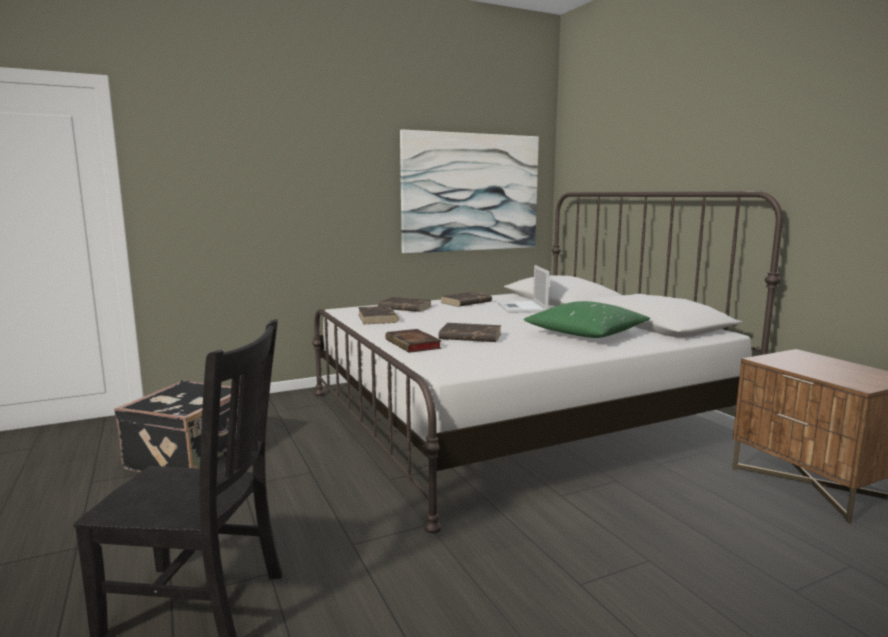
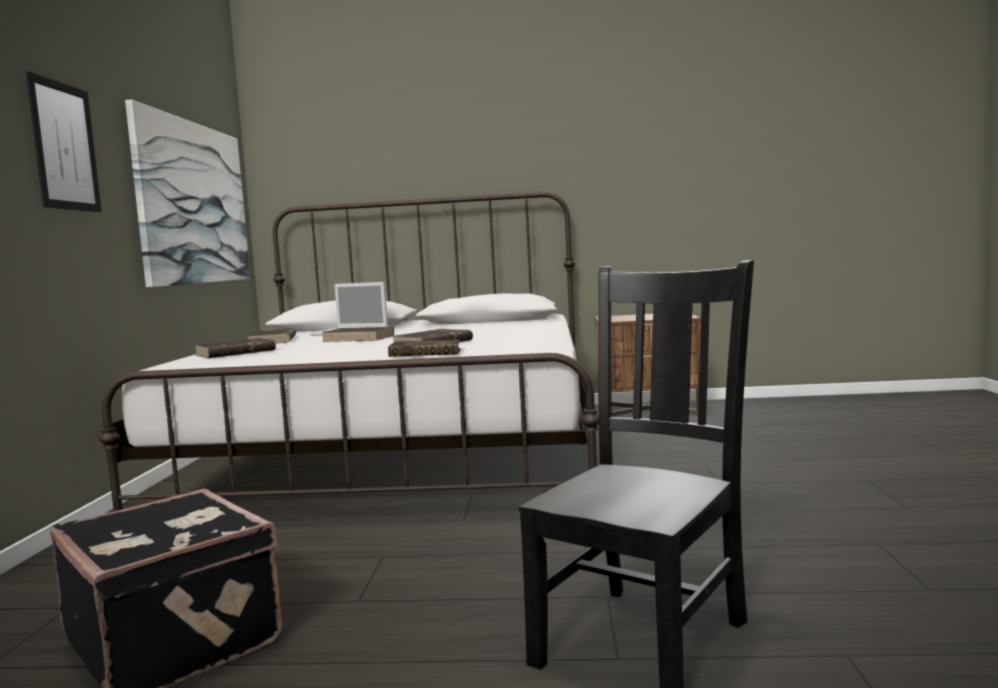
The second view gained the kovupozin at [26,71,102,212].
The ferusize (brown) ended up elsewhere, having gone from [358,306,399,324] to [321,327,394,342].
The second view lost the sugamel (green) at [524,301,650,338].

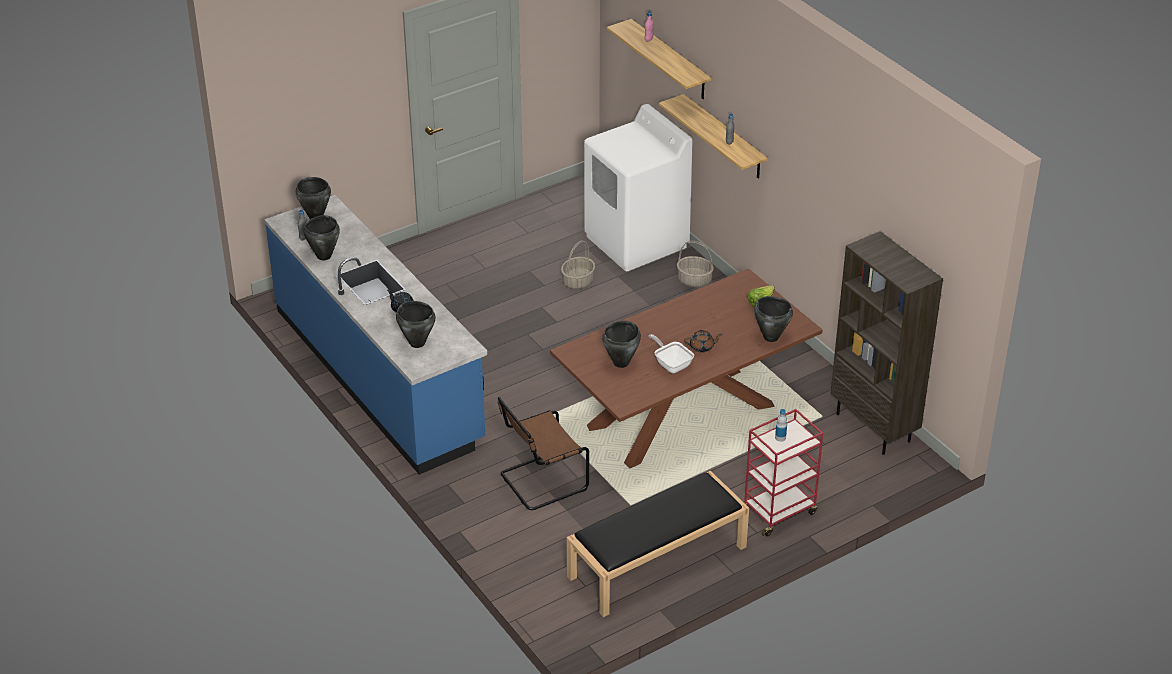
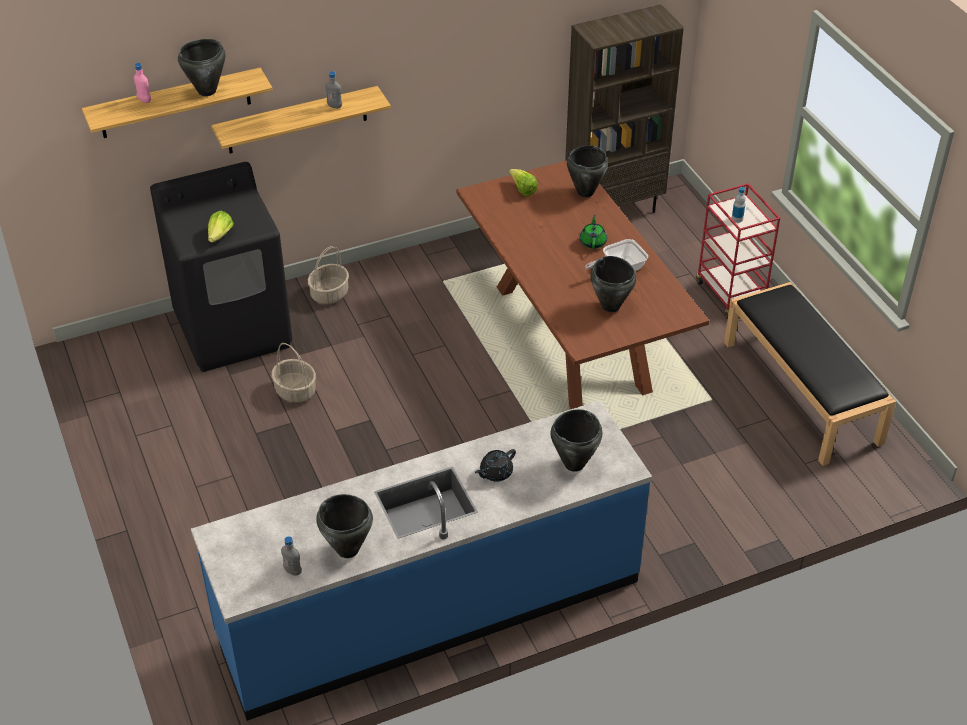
What was the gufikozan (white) at [584,104,693,271] turned into the gufikozan (black) at [150,162,293,372].
The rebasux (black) ended up elsewhere, having gone from [296,177,331,219] to [178,39,225,96].
The second view gained the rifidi at [208,211,234,242].
What was the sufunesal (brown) at [684,330,723,352] turned into the sufunesal (green) at [580,215,607,249].
The second view lost the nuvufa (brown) at [498,397,589,510].

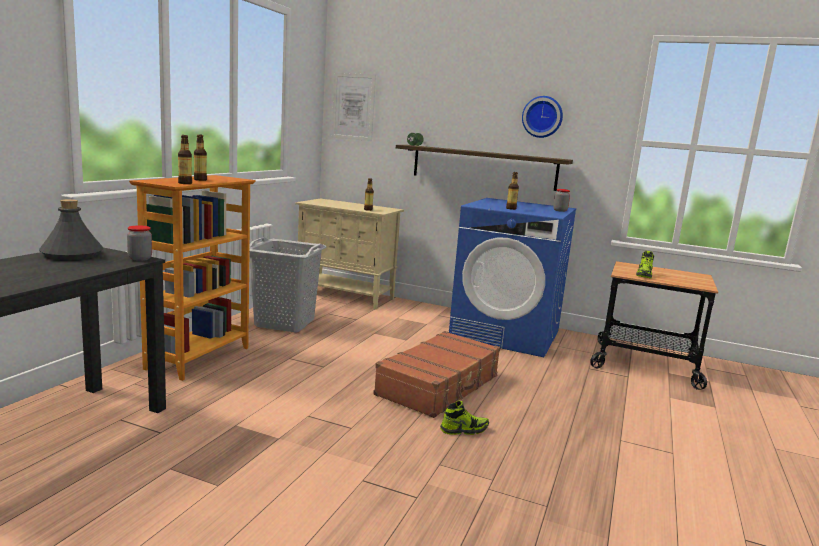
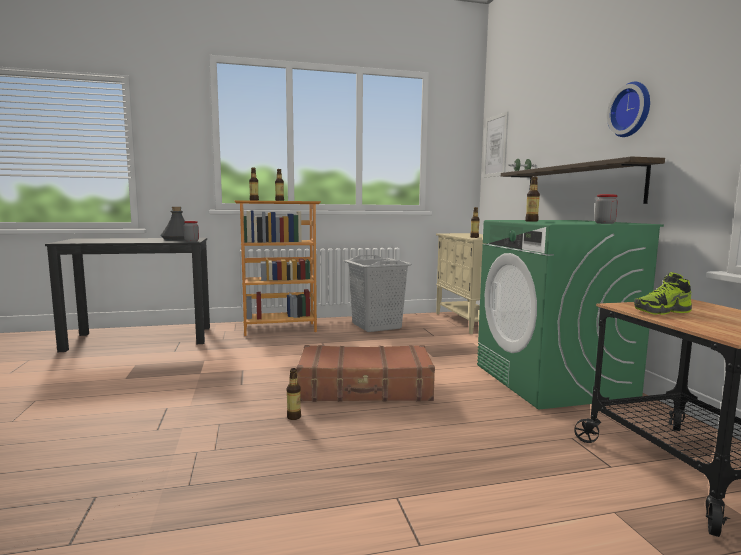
Where the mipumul stood at [440,401,489,435], the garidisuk came to stand at [287,368,301,420].
What was the gufikozan (blue) at [449,198,576,357] turned into the gufikozan (green) at [477,220,664,409].

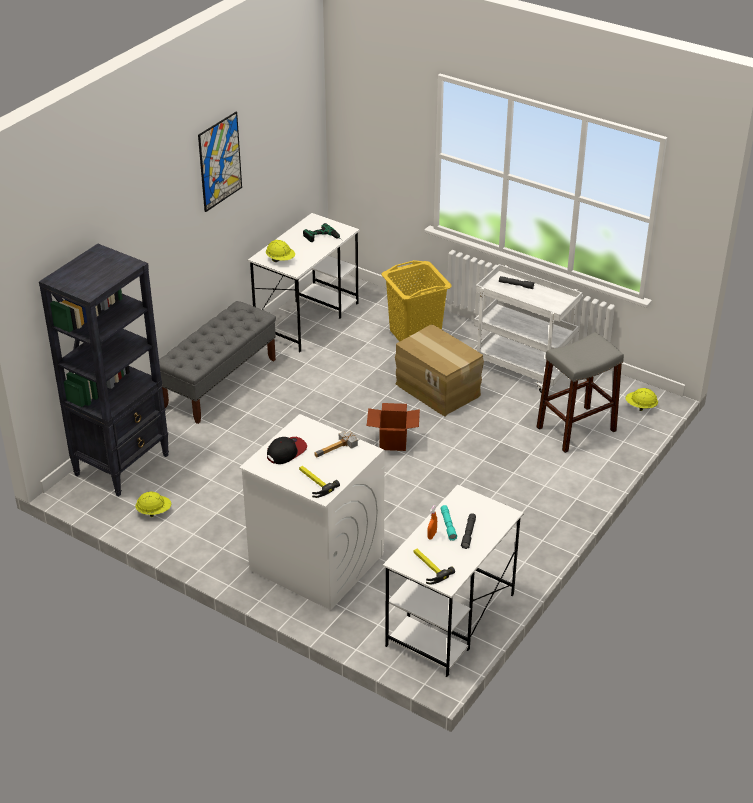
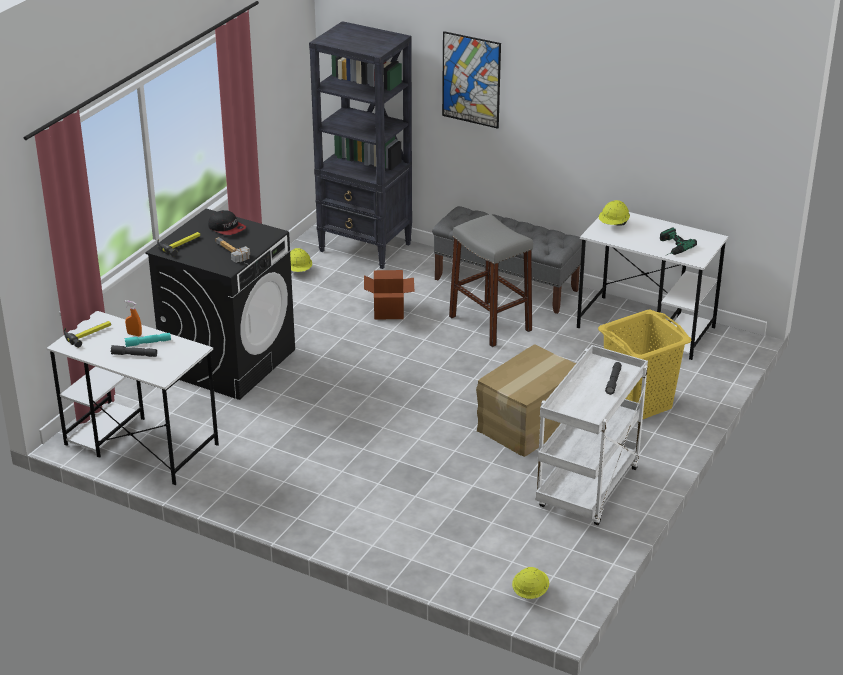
What was the gufikozan (white) at [239,414,385,610] turned into the gufikozan (black) at [145,209,295,400].
The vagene ended up elsewhere, having gone from [367,403,420,451] to [364,270,414,320].
The kovupozin ended up elsewhere, having gone from [198,112,242,212] to [442,31,501,129].
The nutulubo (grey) ended up elsewhere, having gone from [536,332,624,453] to [449,214,533,347].

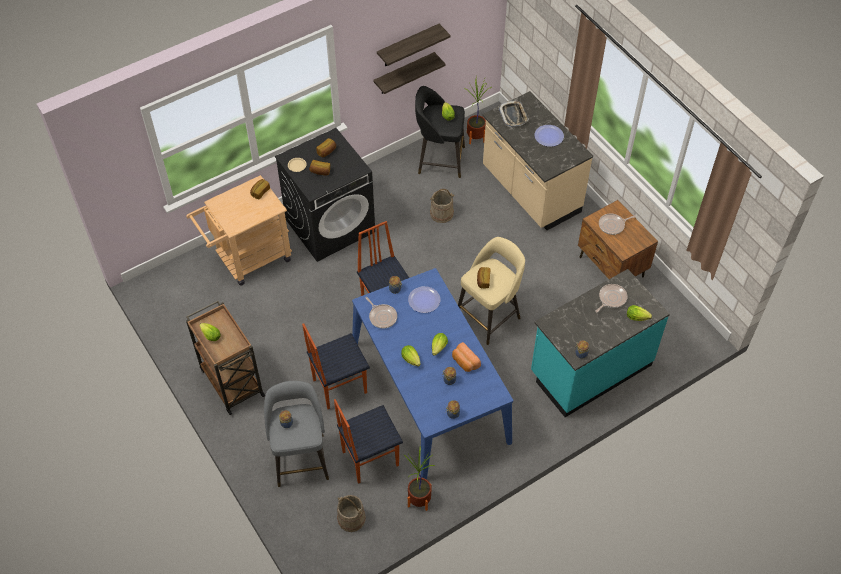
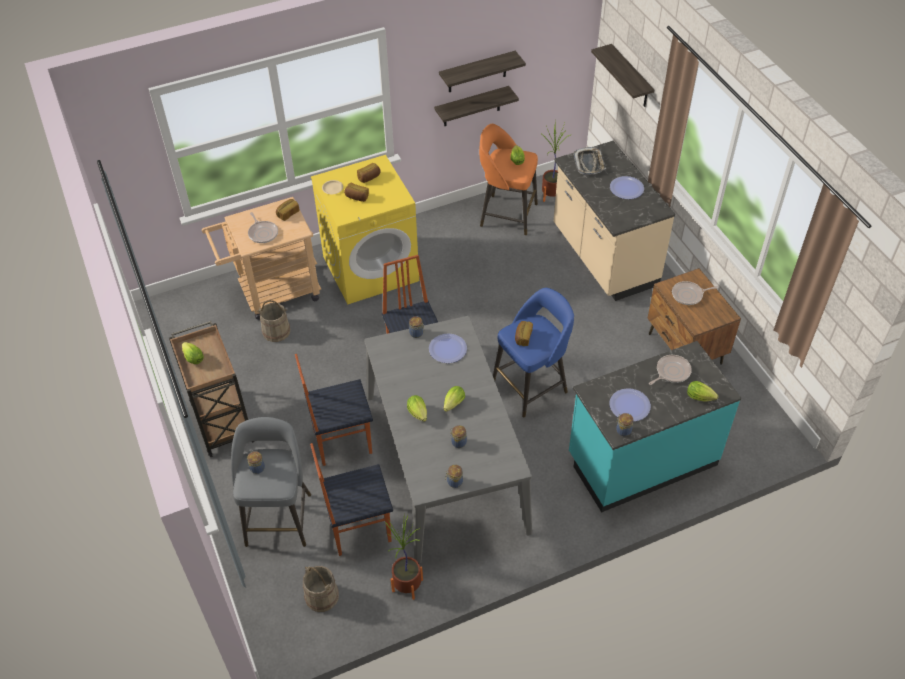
The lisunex ended up elsewhere, having gone from [365,297,397,328] to [248,212,278,243].
The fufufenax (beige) ended up elsewhere, having gone from [430,189,455,223] to [257,300,290,342].
What was the gufikozan (black) at [275,128,375,262] turned into the gufikozan (yellow) at [311,155,419,304].
What was the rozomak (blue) at [352,268,513,480] turned into the rozomak (grey) at [364,316,532,564].
What was the nutulubo (black) at [415,86,465,178] turned into the nutulubo (orange) at [479,124,538,235].
What was the nutulubo (beige) at [458,237,525,345] turned into the nutulubo (blue) at [493,288,574,417].
The second view gained the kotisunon at [591,44,654,107].
The second view gained the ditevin at [610,388,651,422].
The second view lost the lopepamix at [452,342,481,372].

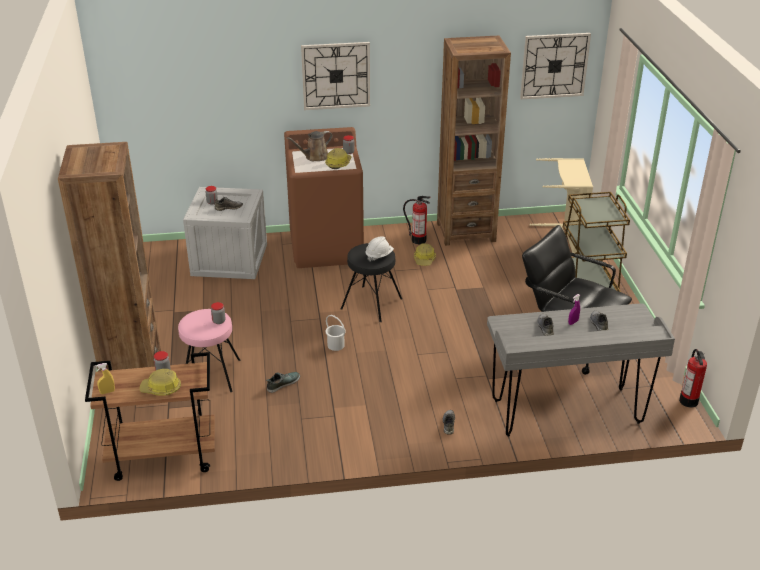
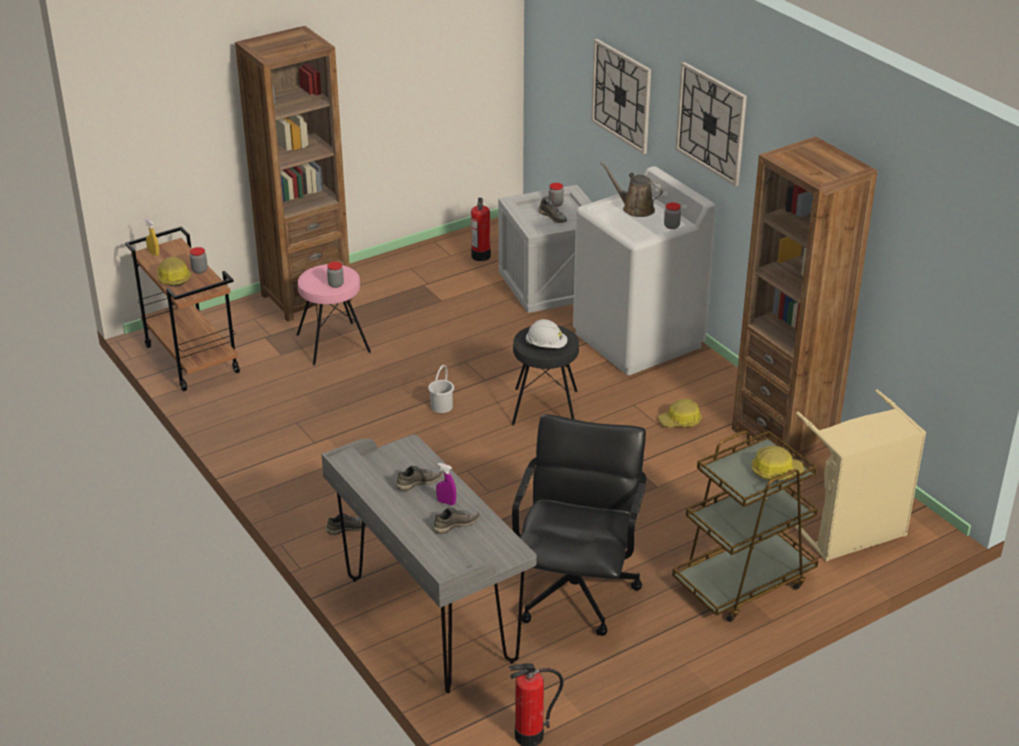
The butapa ended up elsewhere, having gone from [403,196,431,244] to [471,198,491,261].
What was the gufikozan (brown) at [284,127,364,268] turned into the gufikozan (white) at [573,166,715,375].
The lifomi ended up elsewhere, having gone from [520,33,591,99] to [591,39,651,154].
The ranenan ended up elsewhere, having gone from [325,148,352,169] to [751,446,804,480].
The second view lost the mipumul at [266,372,300,393].

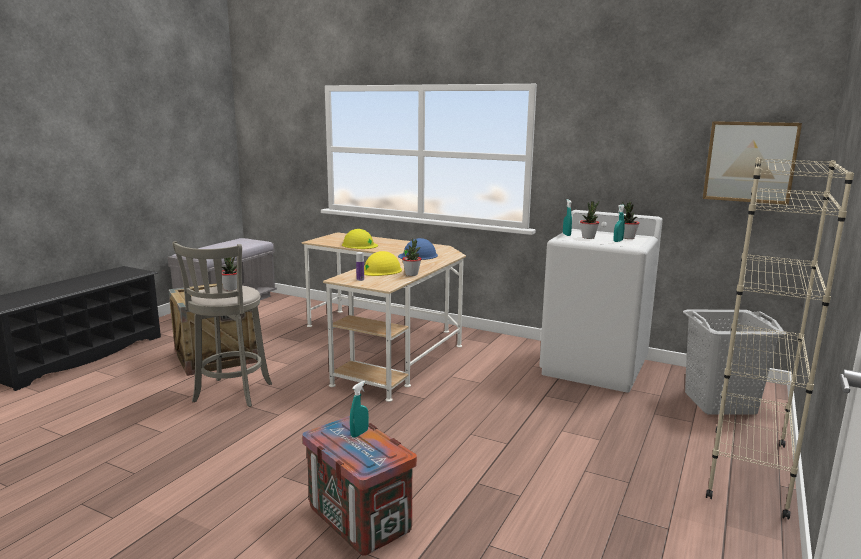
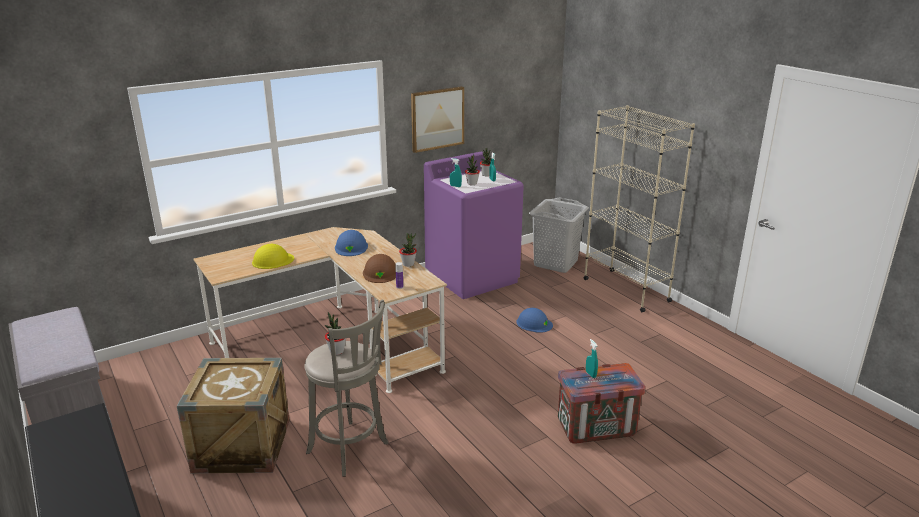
What was the ranenan (yellow) at [364,251,402,276] turned into the ranenan (brown) at [363,254,396,283].
The kovupozin ended up elsewhere, having gone from [703,121,802,205] to [411,86,464,153].
What was the gufikozan (white) at [539,210,663,393] turned into the gufikozan (purple) at [424,151,524,299].
The second view gained the ranenan (blue) at [516,308,553,333].

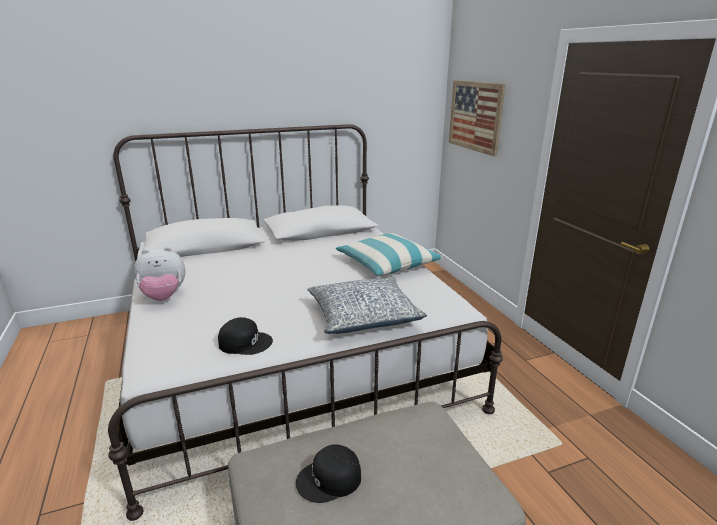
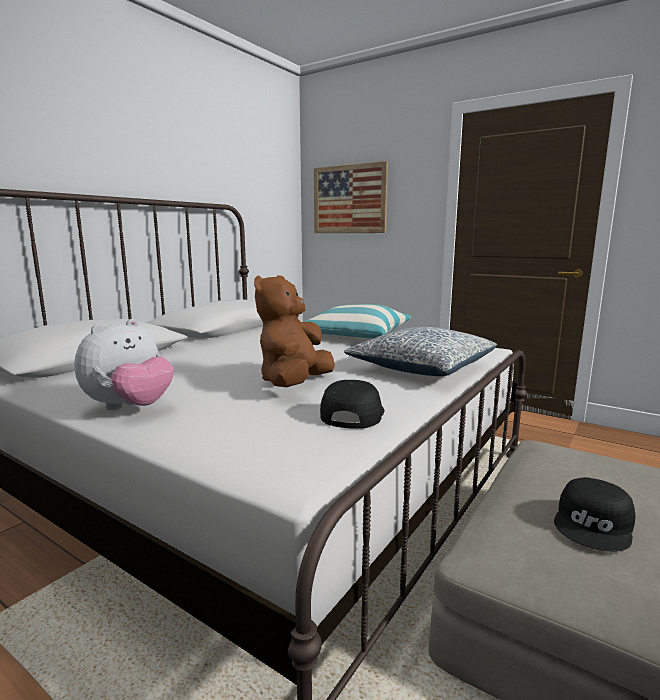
The second view gained the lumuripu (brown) at [254,275,335,387].
The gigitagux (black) at [218,317,273,355] ended up facing another way, 45 degrees counterclockwise from before.

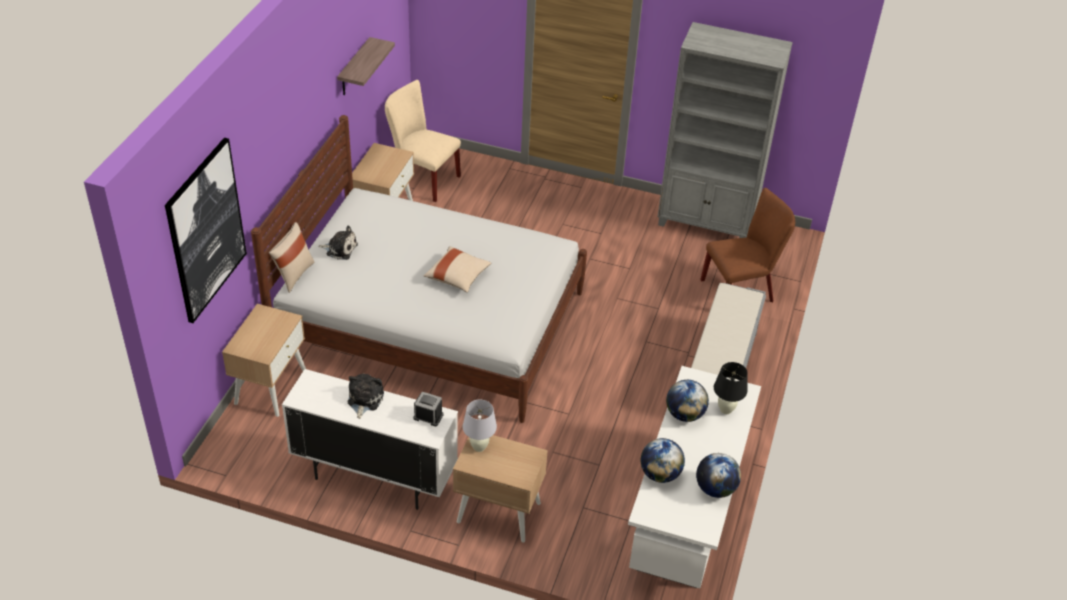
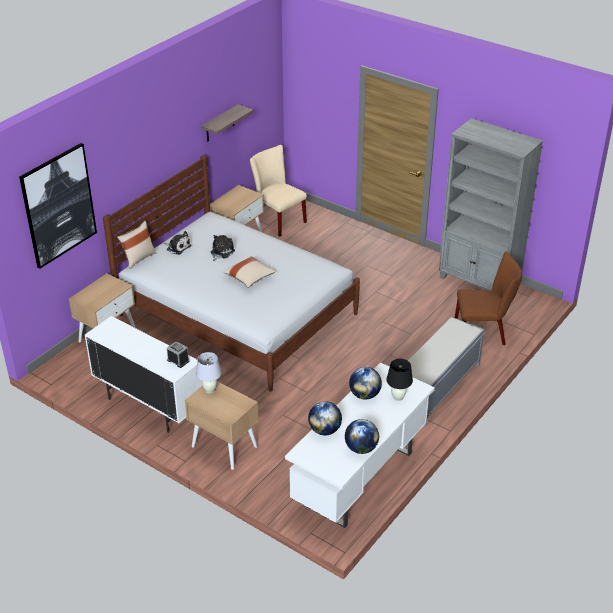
The lumuripu ended up elsewhere, having gone from [348,374,384,419] to [210,235,235,261].

